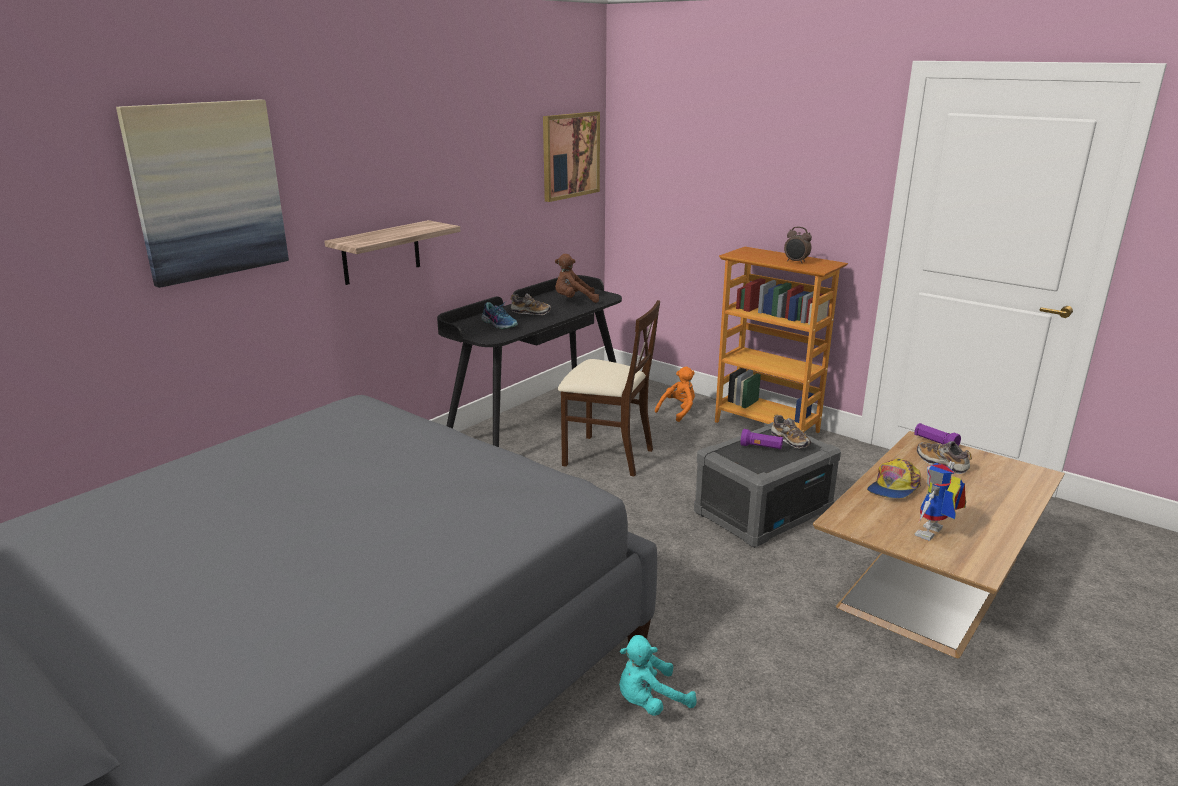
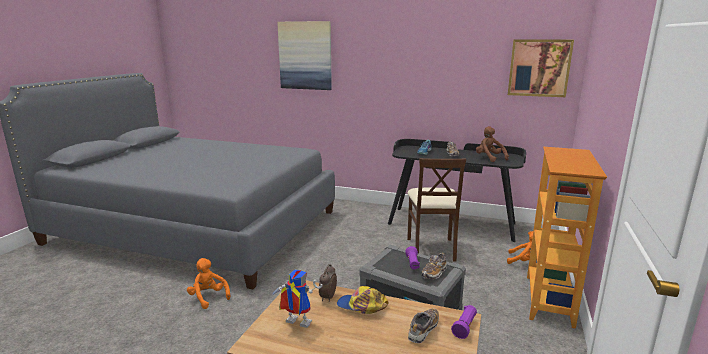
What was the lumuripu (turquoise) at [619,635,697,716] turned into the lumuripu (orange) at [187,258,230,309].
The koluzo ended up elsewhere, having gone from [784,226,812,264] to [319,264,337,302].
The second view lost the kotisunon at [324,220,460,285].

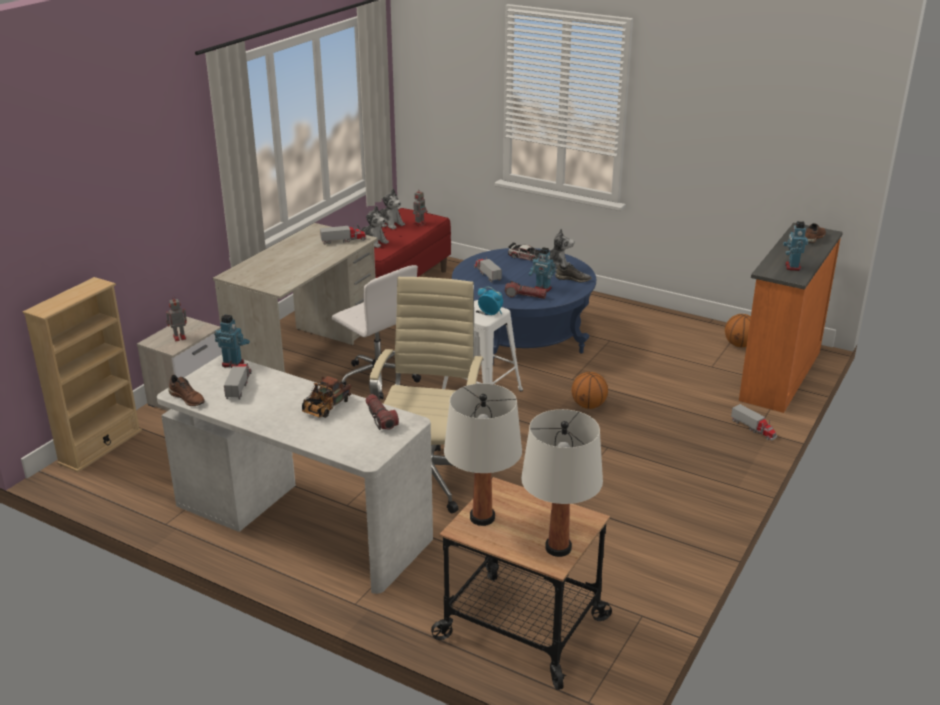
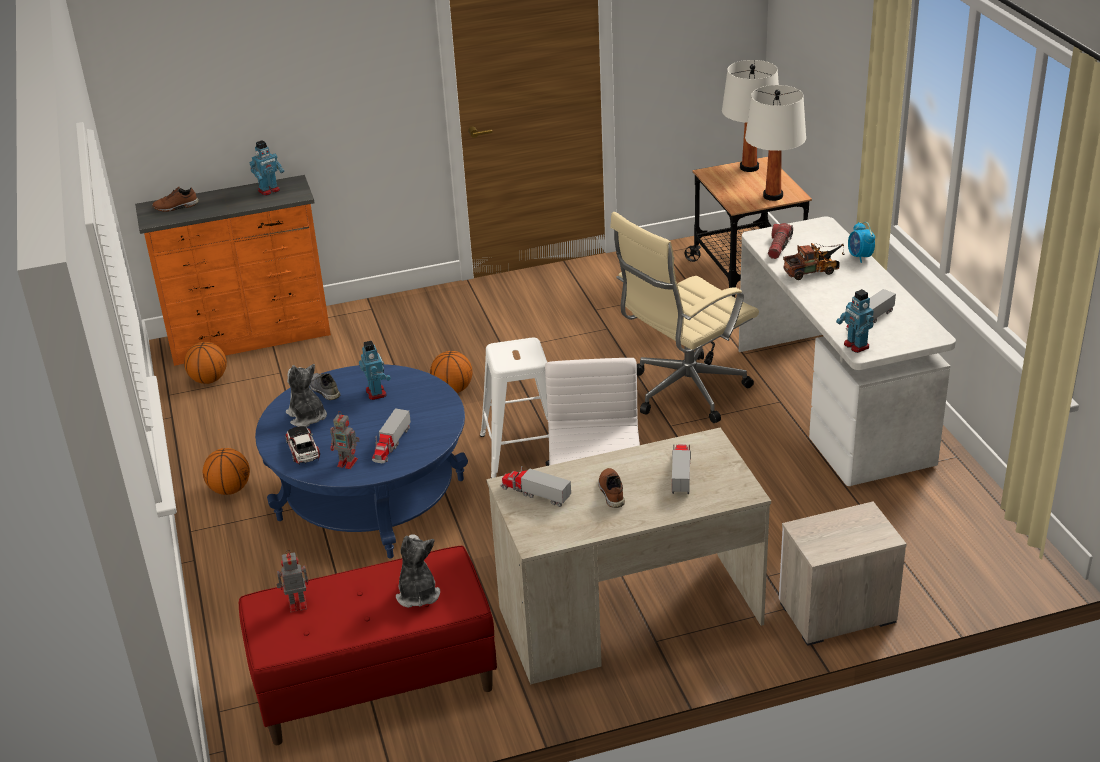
The second view gained the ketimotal at [203,448,250,495].
The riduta ended up elsewhere, having gone from [166,295,187,341] to [330,412,360,469].
The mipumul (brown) ended up elsewhere, having gone from [168,375,205,406] to [598,468,625,508].
The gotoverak ended up elsewhere, having gone from [731,404,777,440] to [672,444,691,494].
The koluzo ended up elsewhere, having gone from [478,287,503,315] to [848,222,875,263].
The second view lost the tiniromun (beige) at [23,277,142,472].
The second view lost the lumuripu at [376,189,405,229].
The second view lost the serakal at [505,281,547,299].

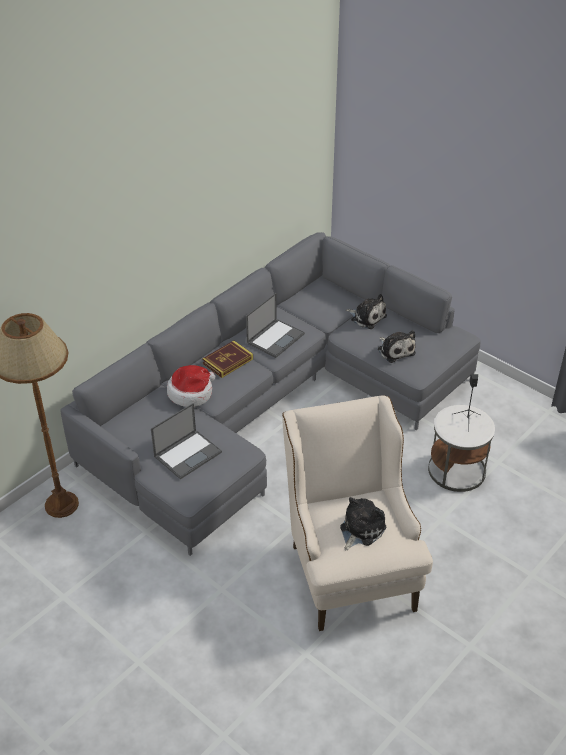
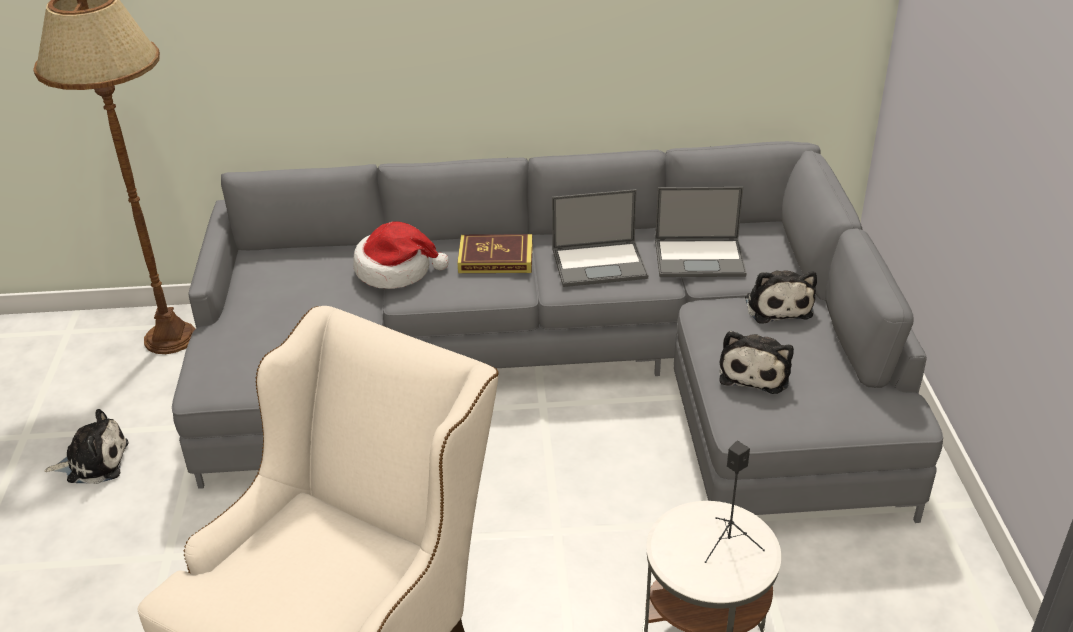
The lumuripu ended up elsewhere, having gone from [340,497,386,551] to [44,409,129,484].
The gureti ended up elsewhere, having gone from [151,403,222,480] to [655,187,746,277].

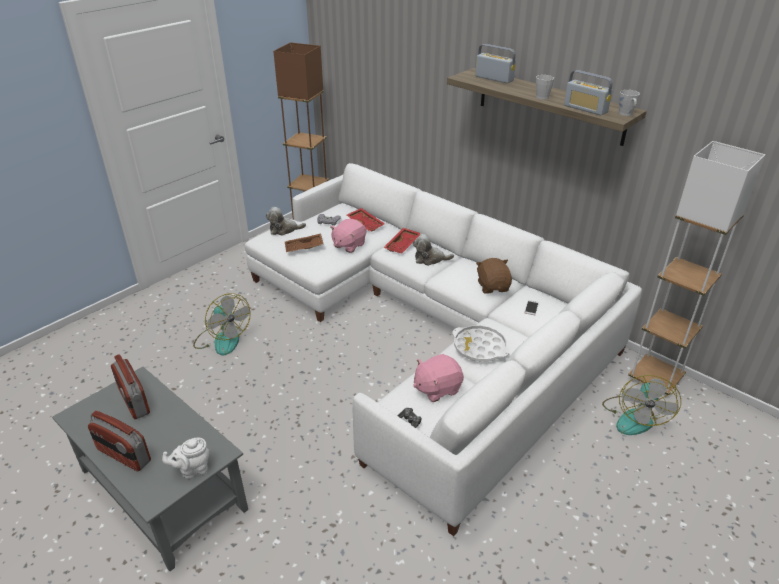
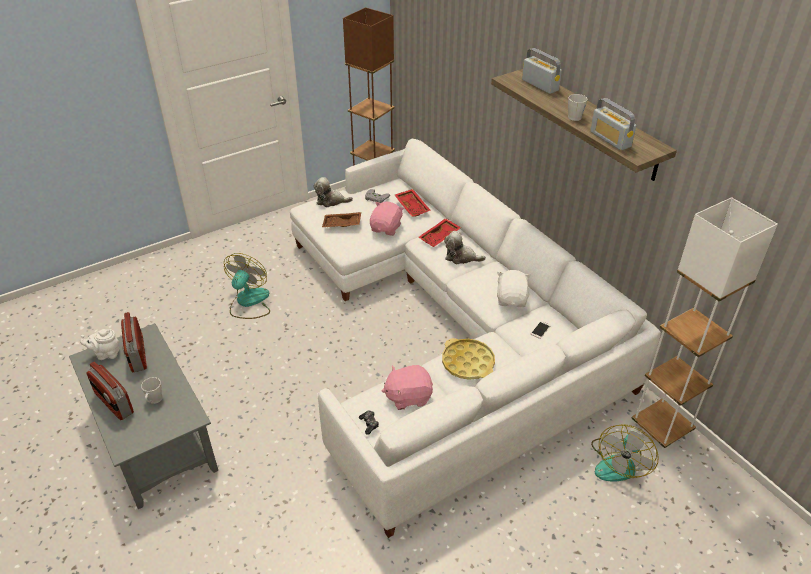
The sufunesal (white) ended up elsewhere, having gone from [162,438,210,479] to [80,329,119,360].
The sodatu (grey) ended up elsewhere, having gone from [618,90,640,116] to [141,377,162,404].
The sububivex at [193,293,250,355] ended up facing another way, 135 degrees counterclockwise from before.
The lumuripu (pink) at [330,219,366,253] ended up facing another way, 150 degrees clockwise from before.
What was the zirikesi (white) at [452,325,510,362] turned into the zirikesi (yellow) at [442,338,495,380].
What was the lumuripu (brown) at [476,258,512,294] turned into the lumuripu (white) at [497,270,531,307].

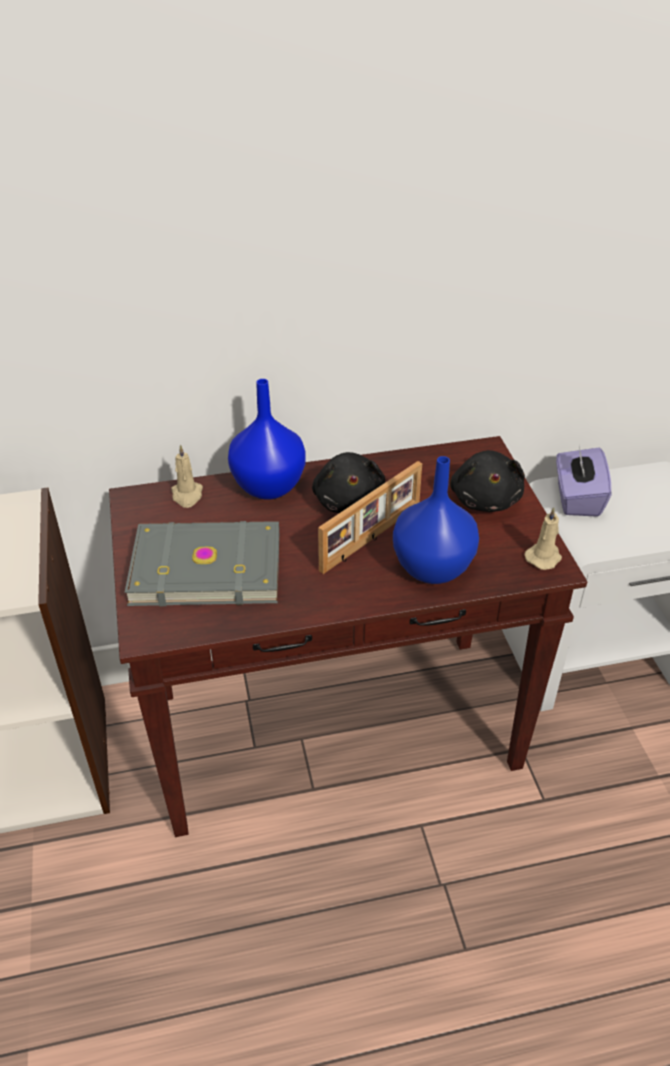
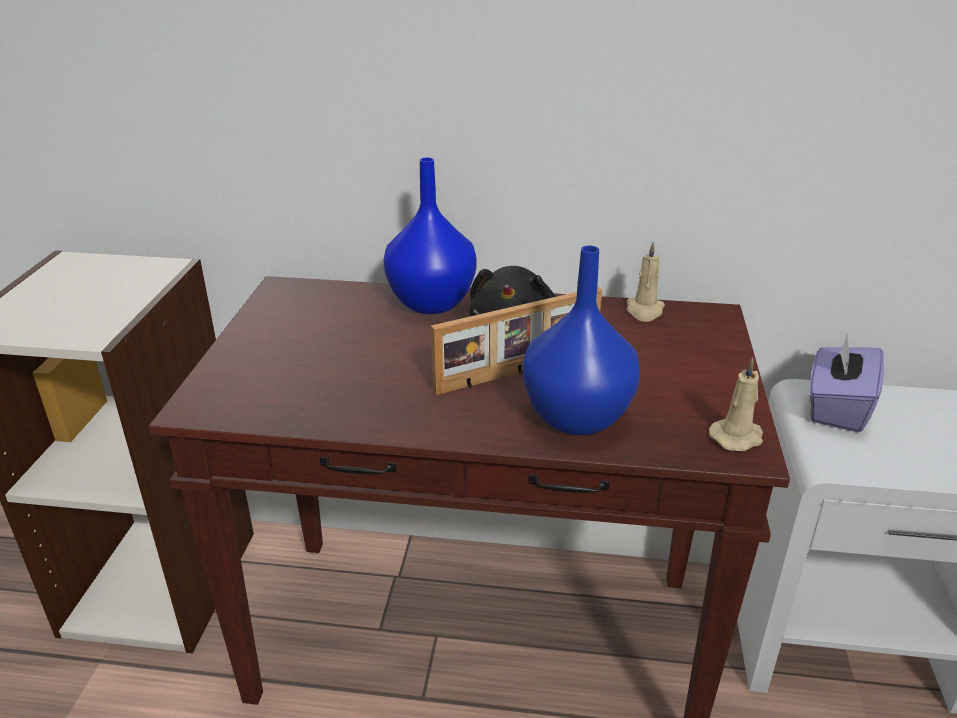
The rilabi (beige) ended up elsewhere, having gone from [171,445,203,508] to [627,242,665,322].
The second view lost the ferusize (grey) at [124,521,279,606].
The second view lost the lumuripu (black) at [450,450,525,512].

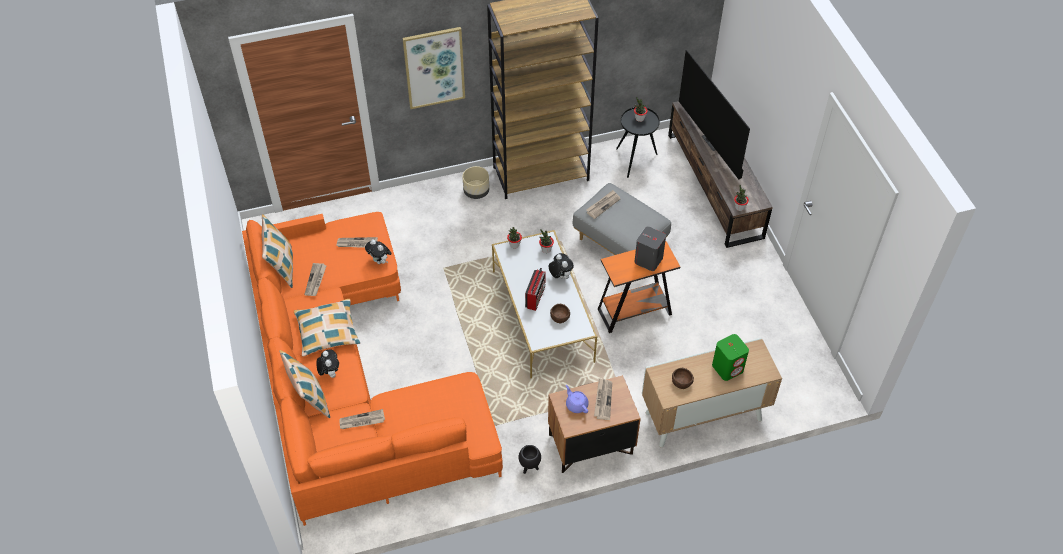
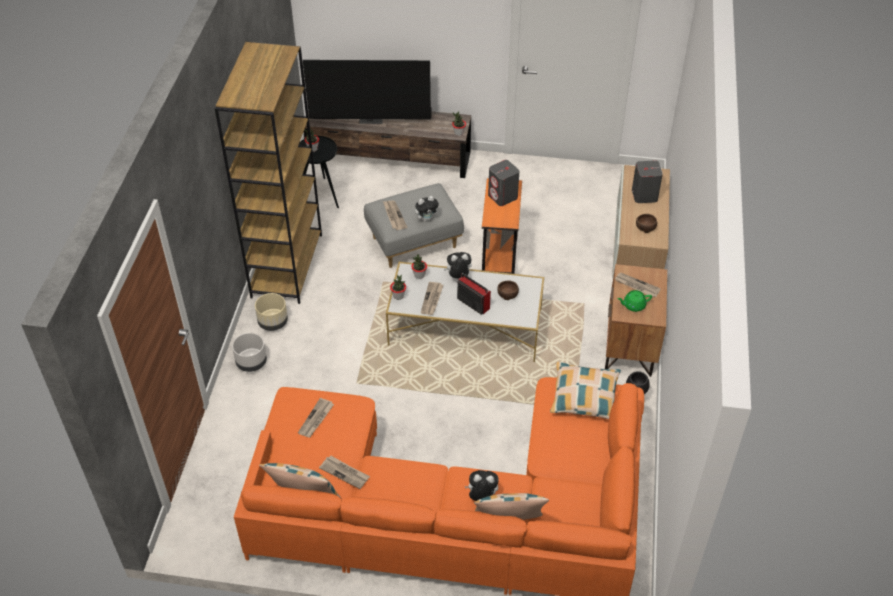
The second view gained the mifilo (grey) at [232,333,267,372].
The lumuripu ended up elsewhere, having gone from [365,239,392,264] to [415,196,440,222].
The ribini ended up elsewhere, having gone from [340,409,385,429] to [421,282,443,315].
The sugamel ended up elsewhere, having gone from [294,299,360,356] to [550,362,621,419].
What was the sufunesal (purple) at [566,385,589,413] turned into the sufunesal (green) at [617,290,652,312].
What was the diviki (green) at [712,334,749,381] turned into the diviki (grey) at [632,160,663,203].
The second view lost the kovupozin at [402,27,465,109].

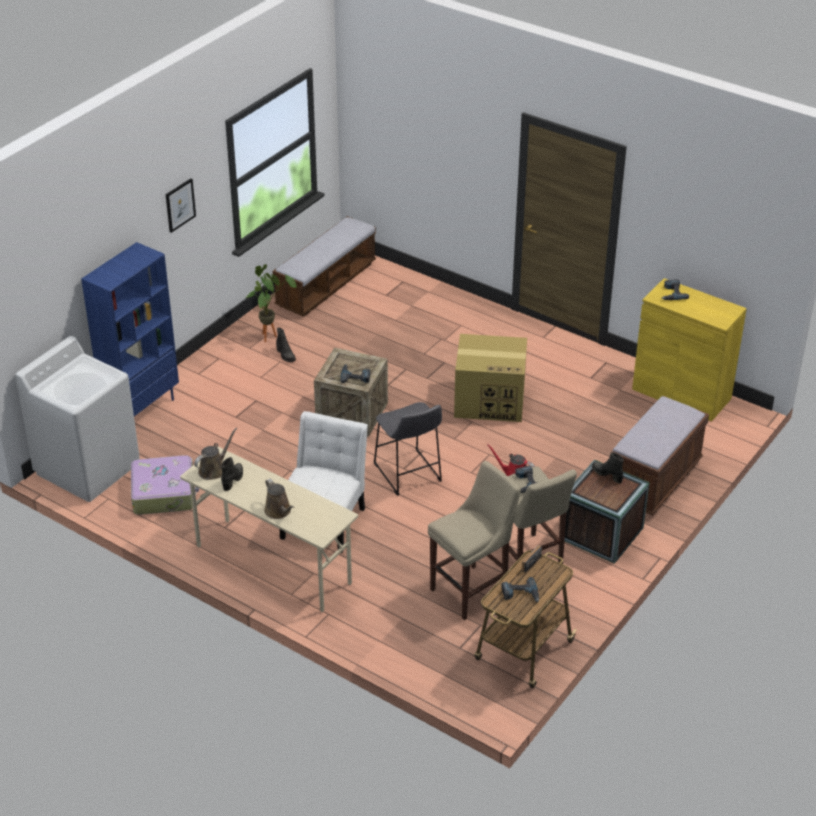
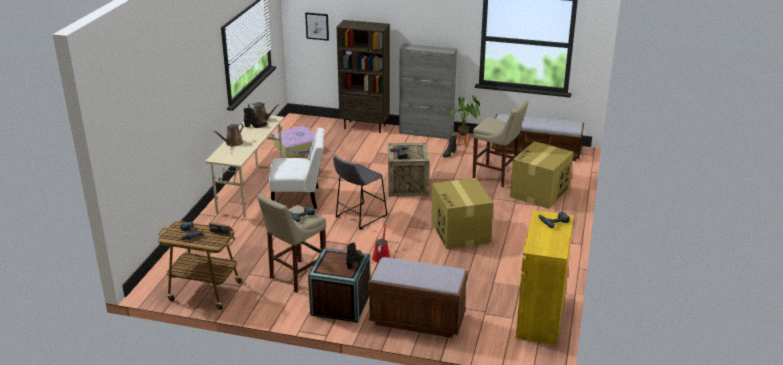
The kovupozin ended up elsewhere, having gone from [166,178,196,233] to [305,13,329,41].
What was the tiniromun (blue) at [81,242,179,416] turned into the tiniromun (brown) at [337,20,390,133].
The second view gained the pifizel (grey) at [399,44,457,139].
The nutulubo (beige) ended up elsewhere, having gone from [428,461,521,620] to [473,100,529,187].
The second view gained the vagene at [510,141,573,209].
The second view lost the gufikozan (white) at [15,336,140,502].

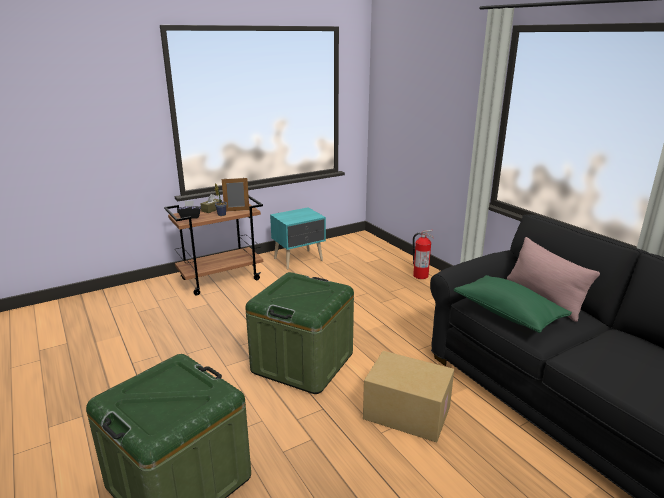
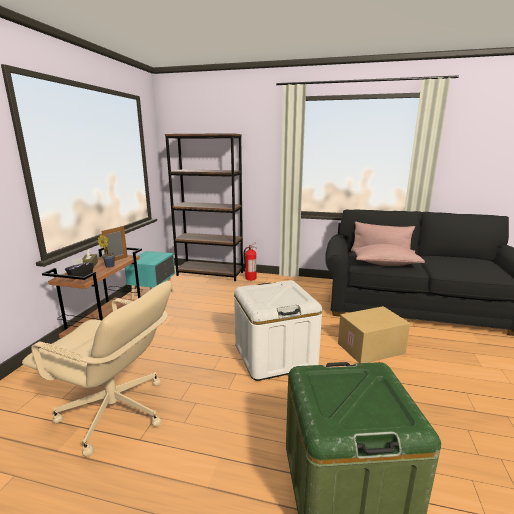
The second view gained the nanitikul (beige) at [22,281,172,456].
The second view gained the tiniromun (brown) at [165,133,243,281].
What was the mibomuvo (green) at [245,272,354,394] turned into the mibomuvo (white) at [234,280,322,381].
What was the sugamel (green) at [453,275,572,333] turned into the sugamel (pink) at [353,244,425,266].

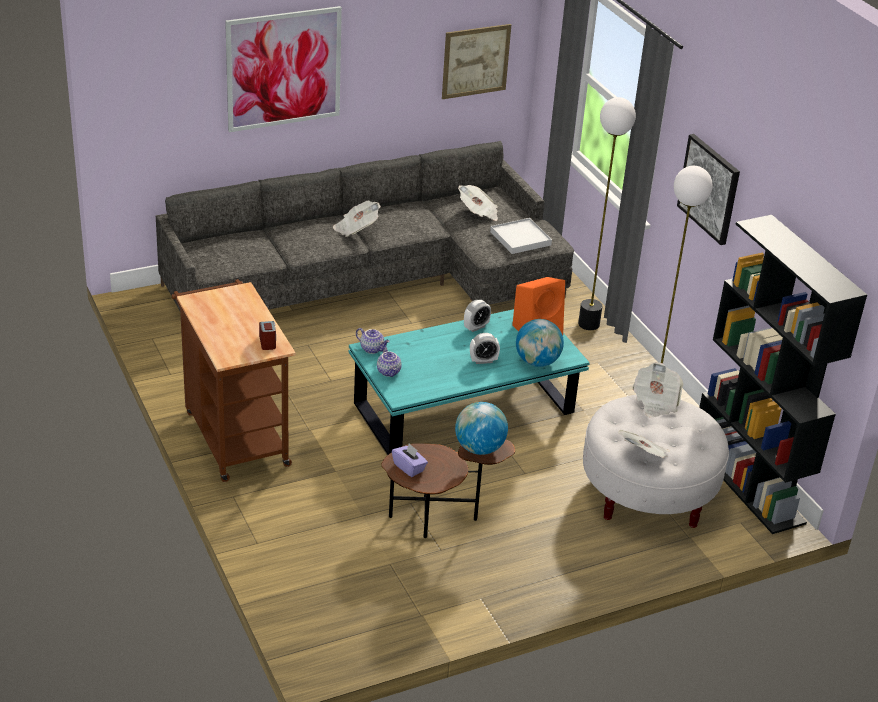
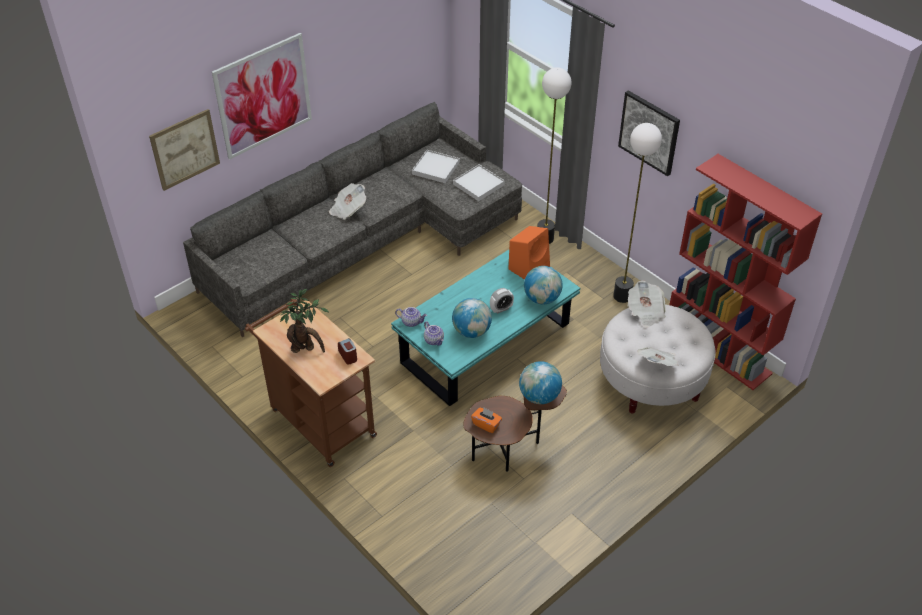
The kovupozin ended up elsewhere, having gone from [442,24,511,99] to [149,109,220,191].
The second view gained the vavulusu at [280,289,329,353].
Where the ribini stood at [458,185,498,221], the zirikesi (white) came to stand at [412,150,460,183].
The second view gained the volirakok at [452,298,492,338].
What was the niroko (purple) at [392,443,428,477] turned into the niroko (orange) at [471,408,502,433].
What was the tiniromun (black) at [699,215,867,534] turned into the tiniromun (red) at [669,154,822,390].
The second view lost the koluzo at [464,300,491,332].

